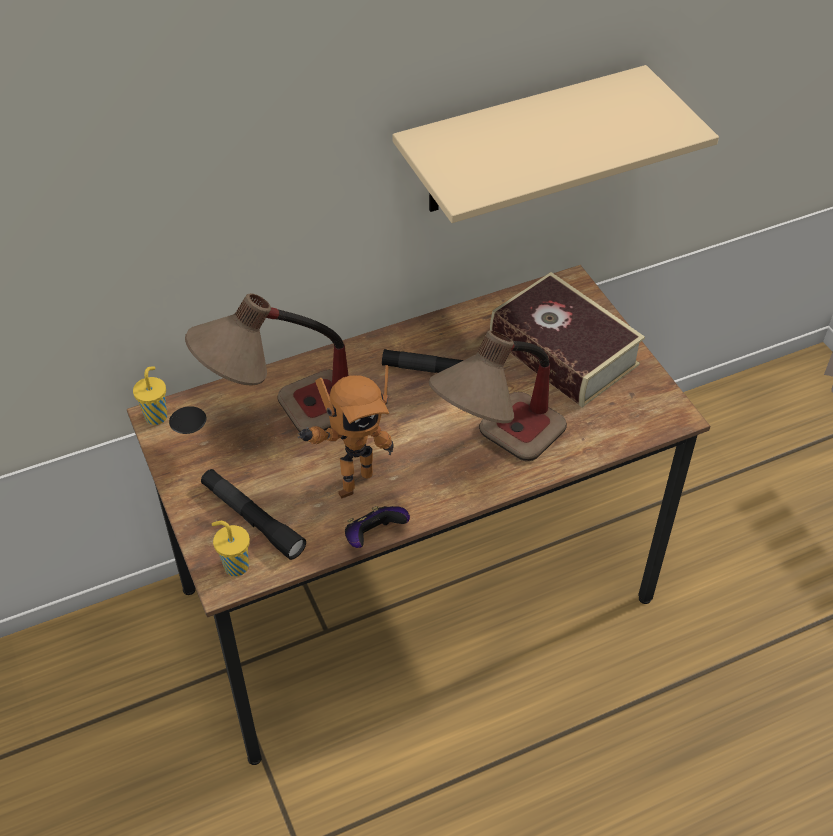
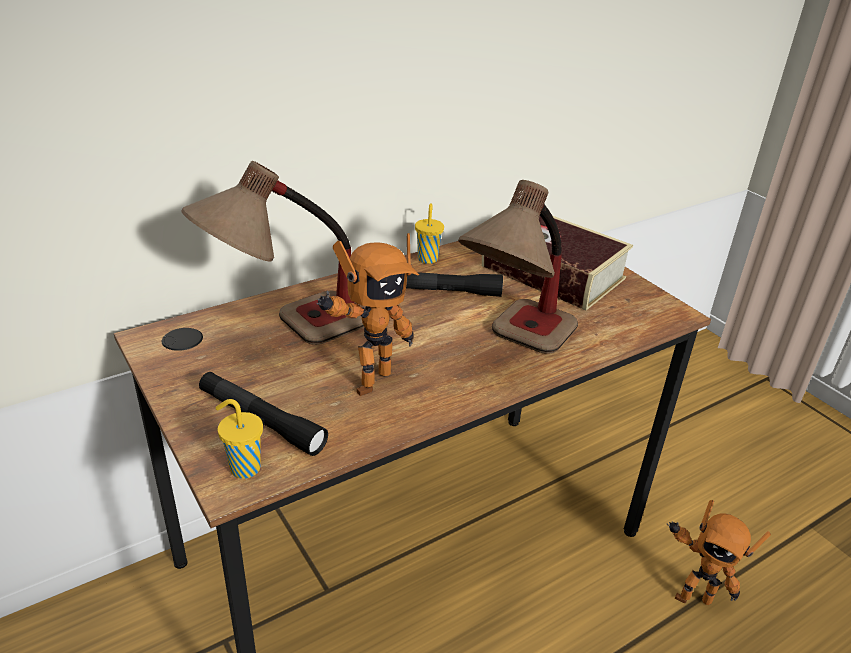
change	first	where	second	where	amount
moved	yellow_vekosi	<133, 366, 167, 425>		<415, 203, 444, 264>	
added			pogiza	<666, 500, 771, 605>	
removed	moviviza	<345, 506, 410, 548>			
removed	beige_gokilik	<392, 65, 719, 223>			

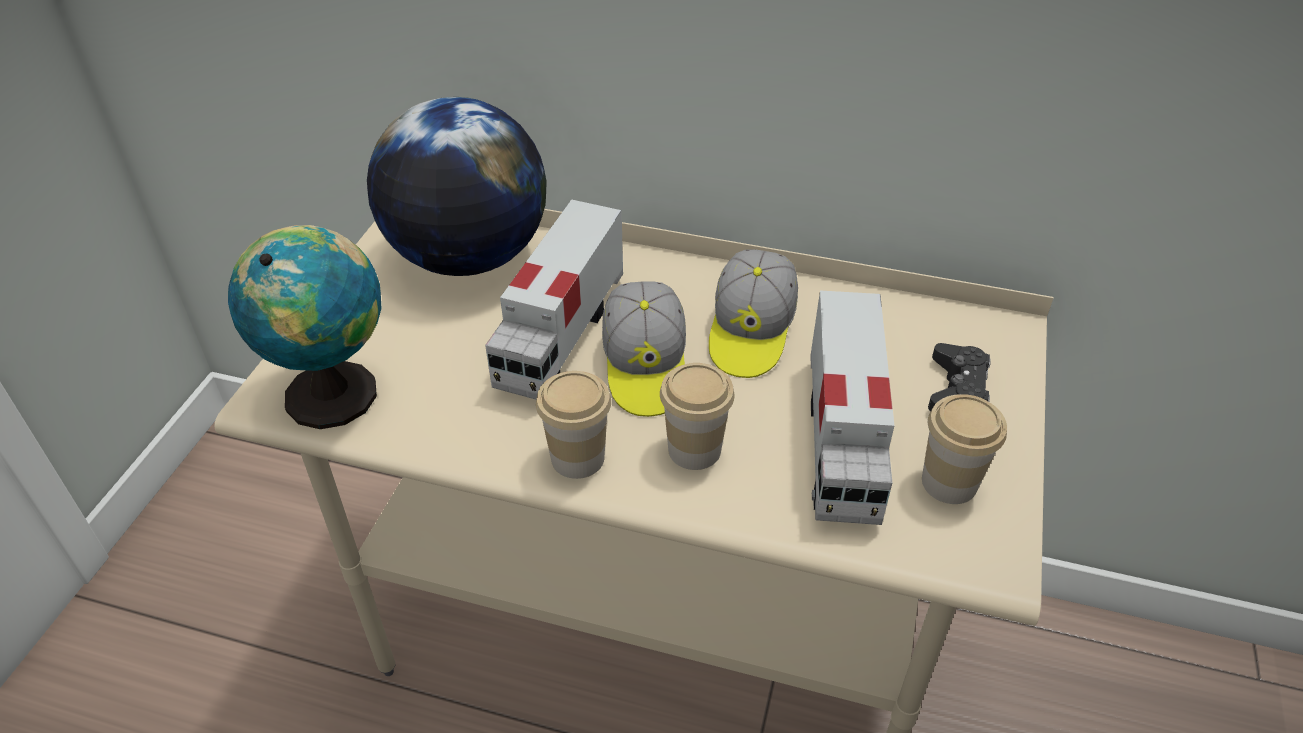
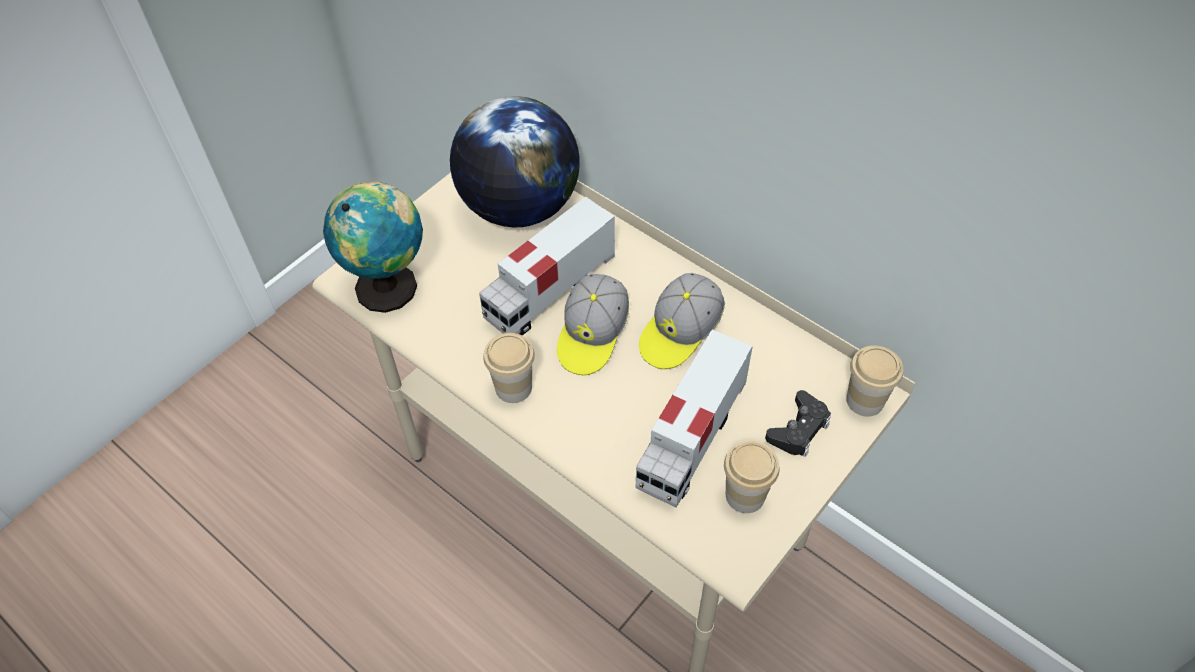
change	first	where	second	where	amount
moved	vekosi	<660, 363, 734, 470>		<846, 345, 903, 417>	

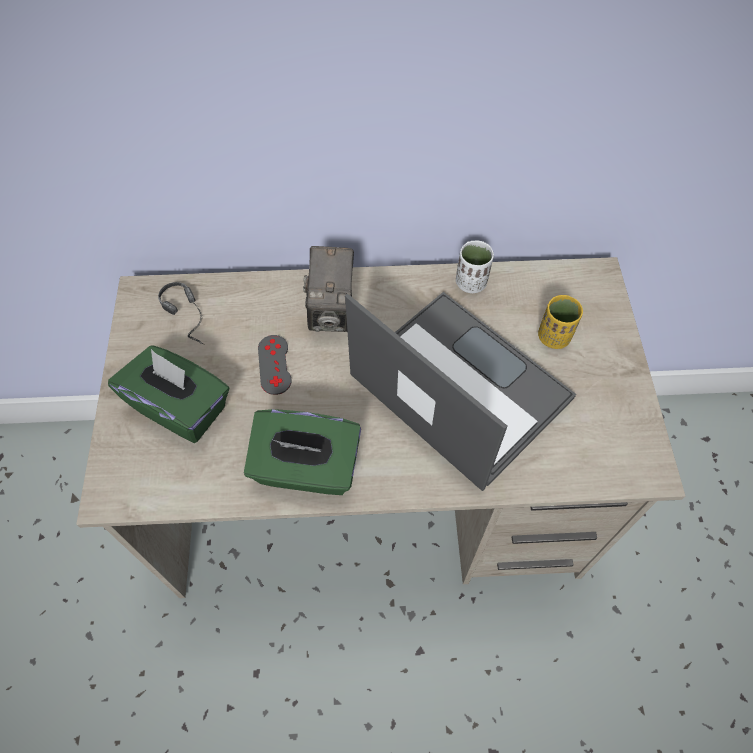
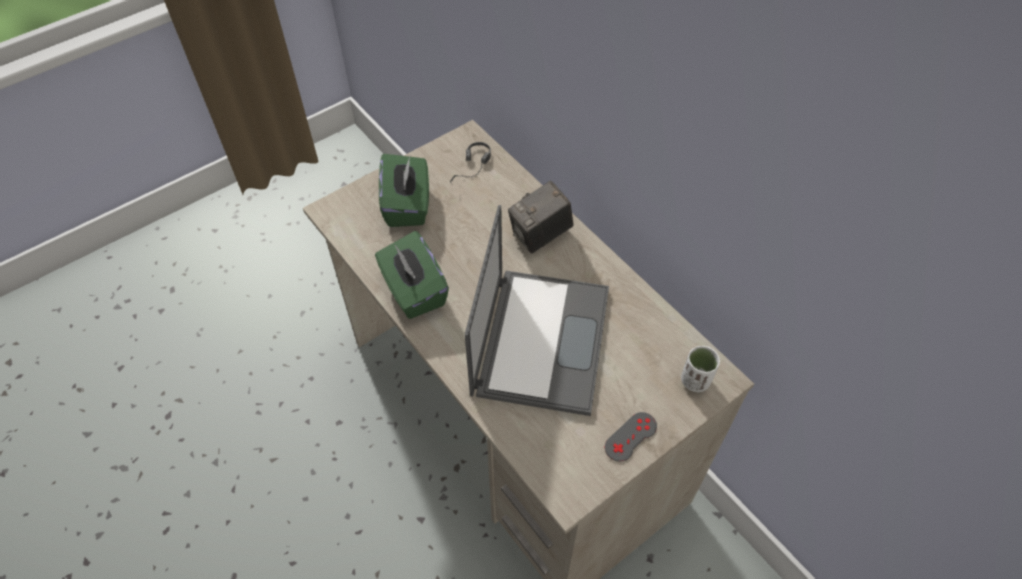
change	first	where	second	where	amount
moved	grey_moviviza	<258, 335, 292, 395>		<605, 412, 657, 462>	
moved	white_vekosi	<456, 240, 494, 293>		<681, 346, 720, 392>	
removed	yellow_vekosi	<538, 295, 583, 349>			

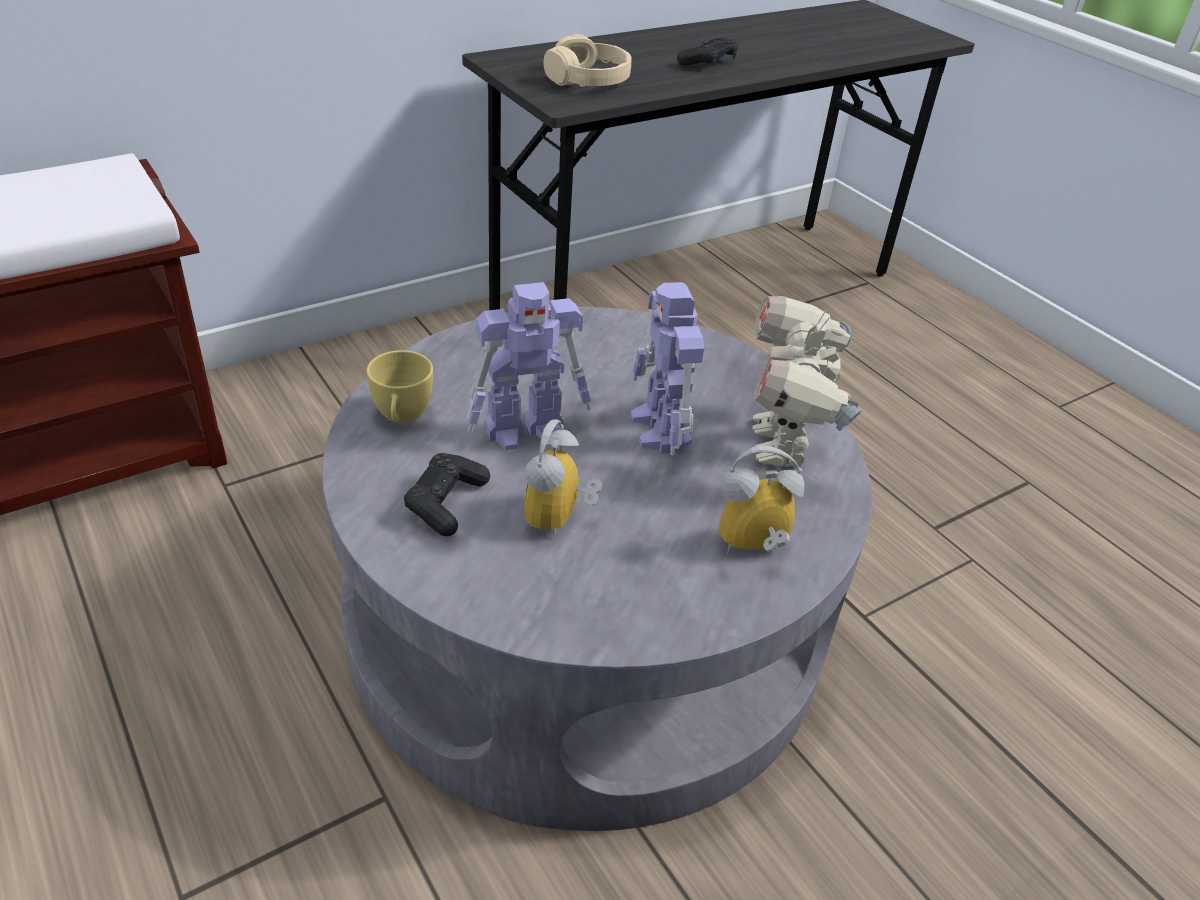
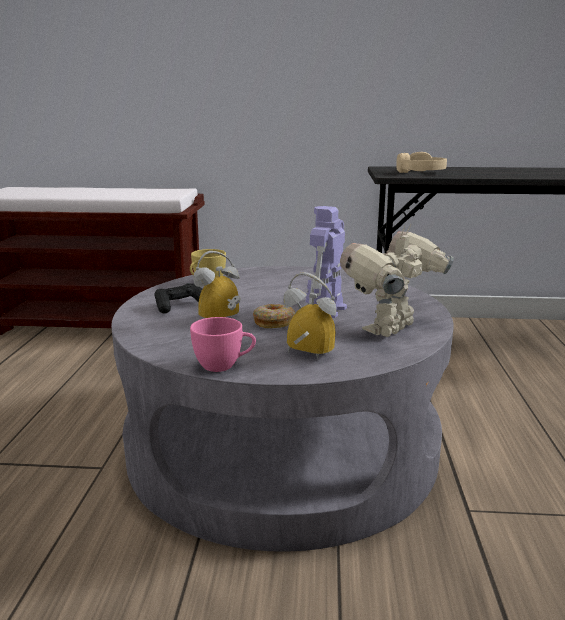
change	first	where	second	where	amount
added			pink_vekosi	<190, 317, 256, 372>	
added			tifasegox	<253, 304, 295, 328>	
removed	pogiza	<467, 282, 591, 450>			
removed	black_moviviza	<677, 37, 738, 66>			

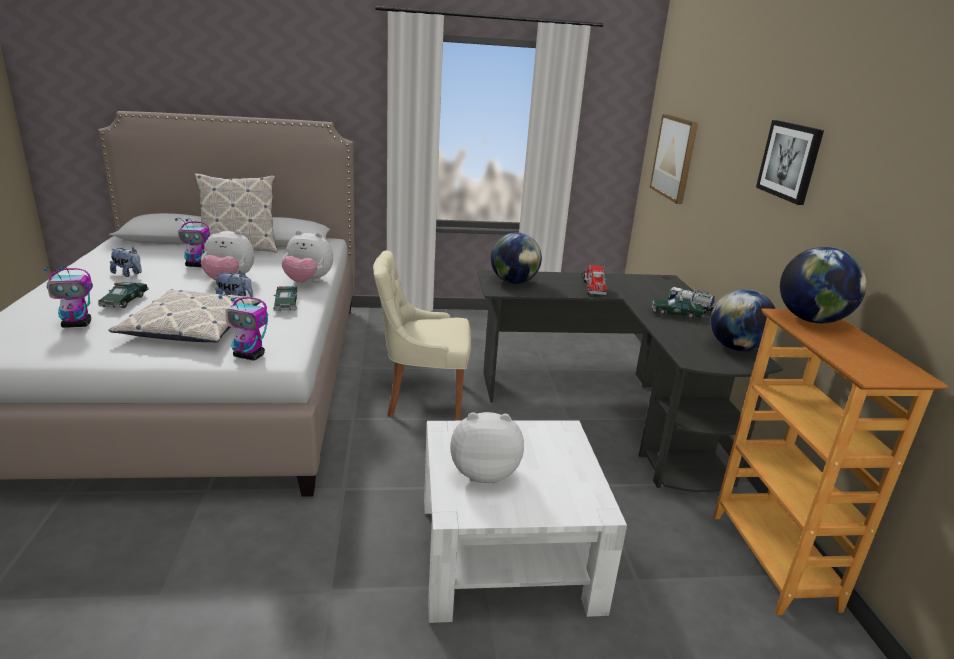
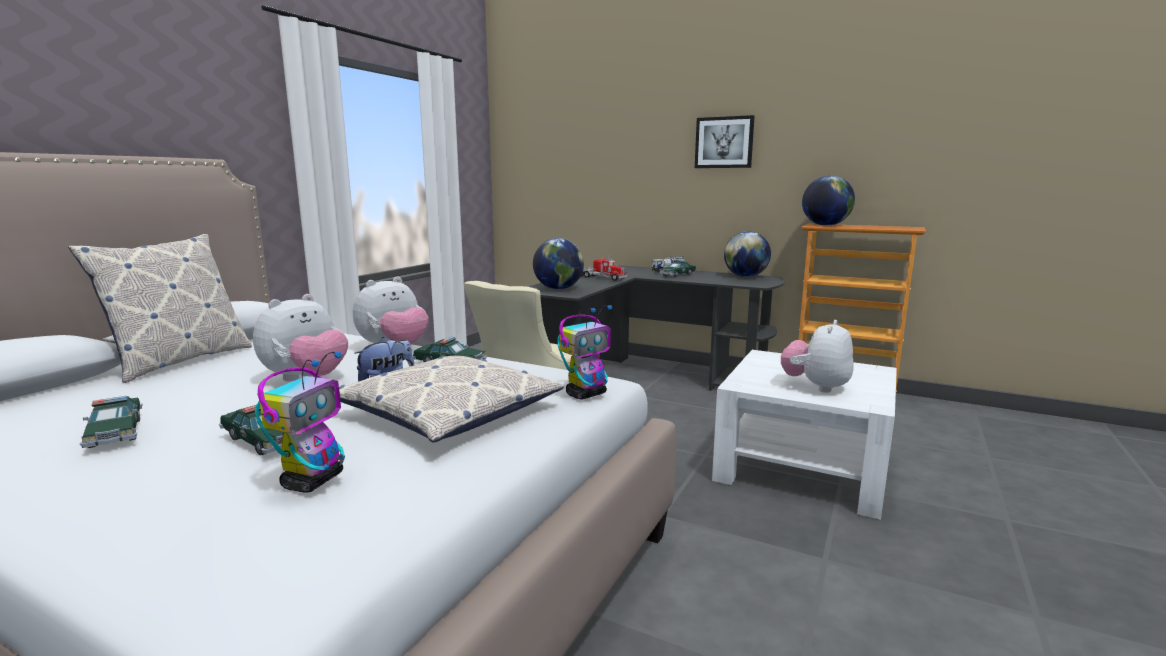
change	first	where	second	where	amount
replaced	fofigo	<110, 247, 142, 277>	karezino	<80, 396, 143, 448>	
removed	pogiza	<175, 218, 210, 267>			
removed	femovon	<650, 114, 698, 204>			

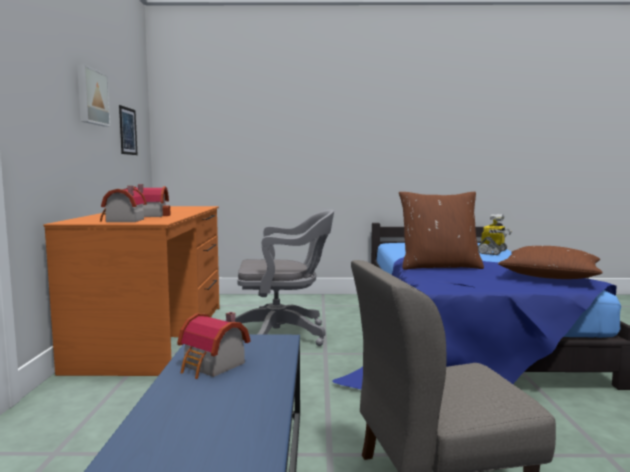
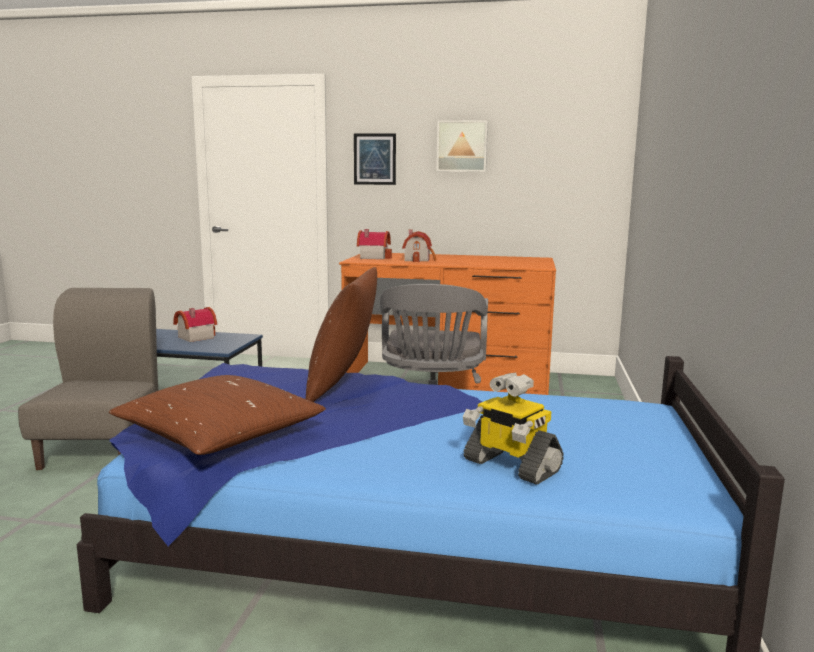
change	first	where	second	where	amount
moved	femovon	<119, 105, 137, 155>		<354, 133, 396, 185>	

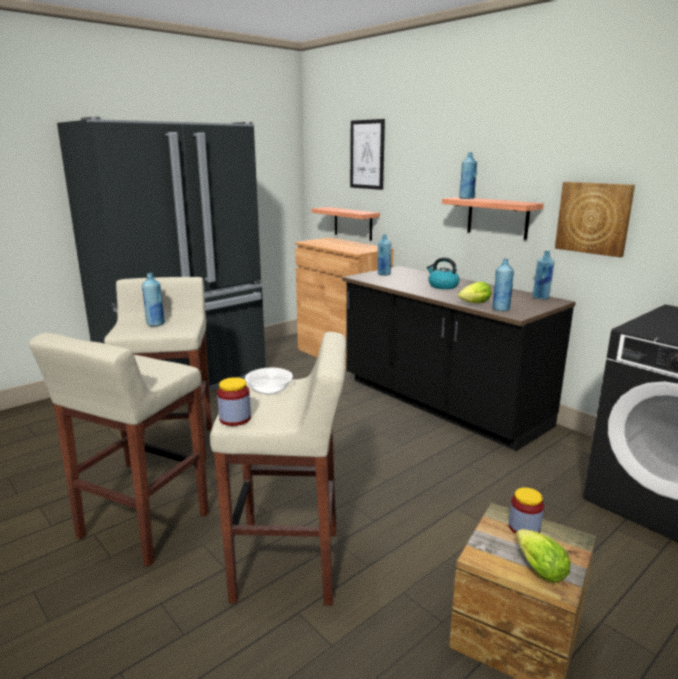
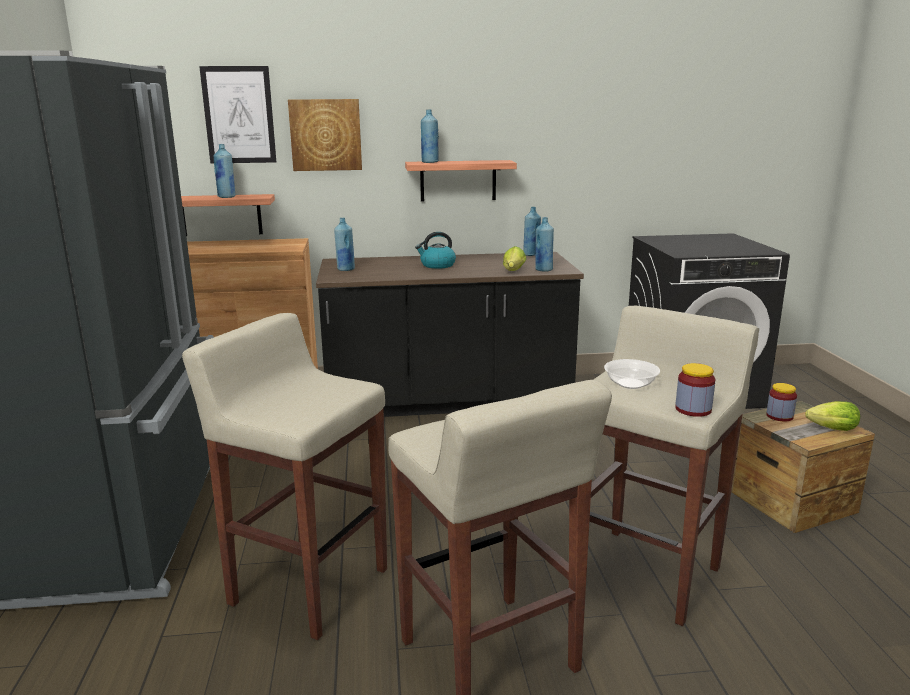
change	first	where	second	where	amount
moved	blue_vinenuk	<142, 273, 165, 327>		<214, 144, 235, 198>	
moved	femovon	<555, 182, 635, 258>		<288, 99, 362, 171>	

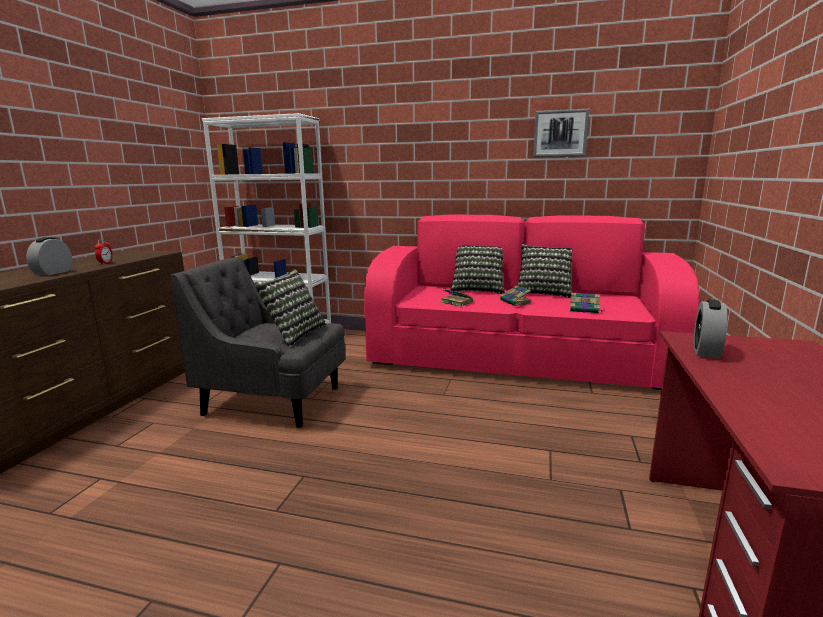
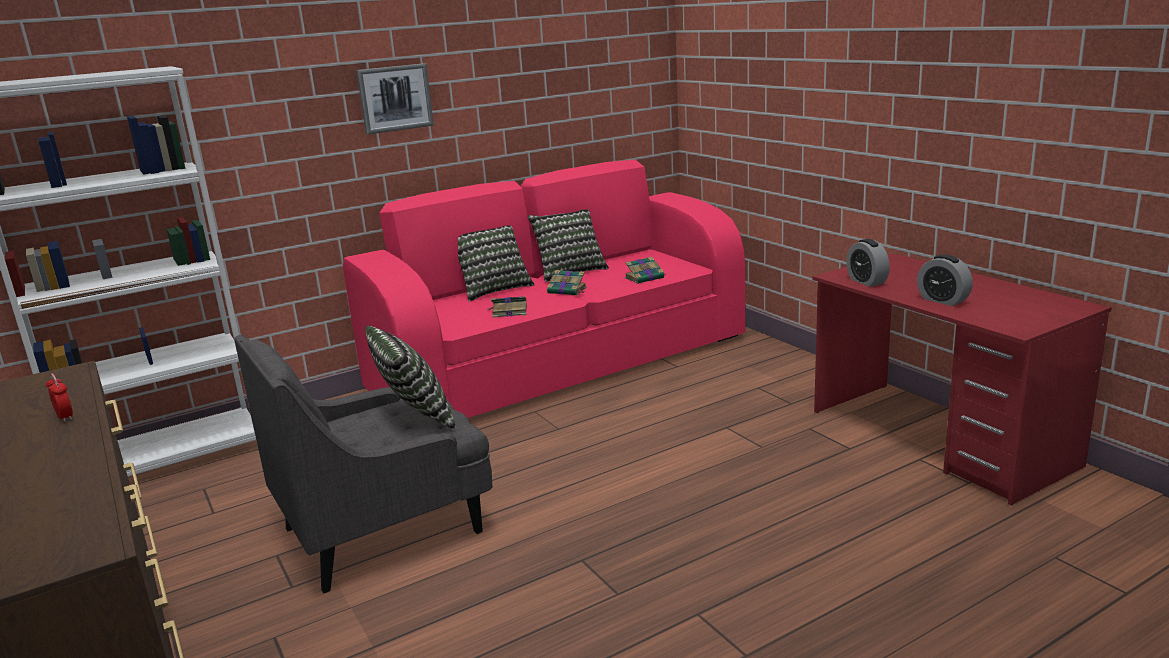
change	first	where	second	where	amount
moved	femovon	<533, 109, 589, 157>		<356, 63, 434, 135>	
moved	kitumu	<26, 237, 72, 276>		<917, 254, 973, 306>	

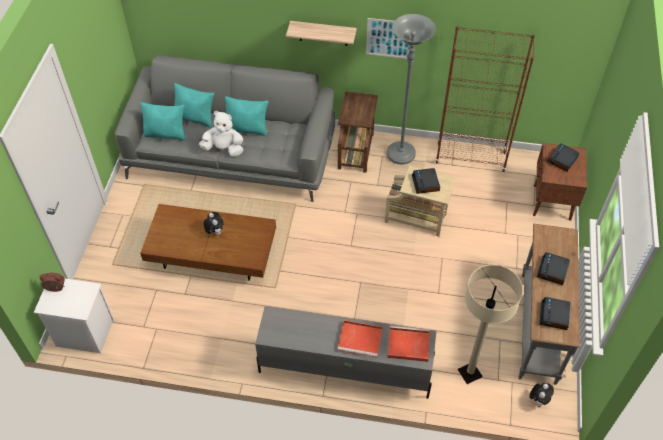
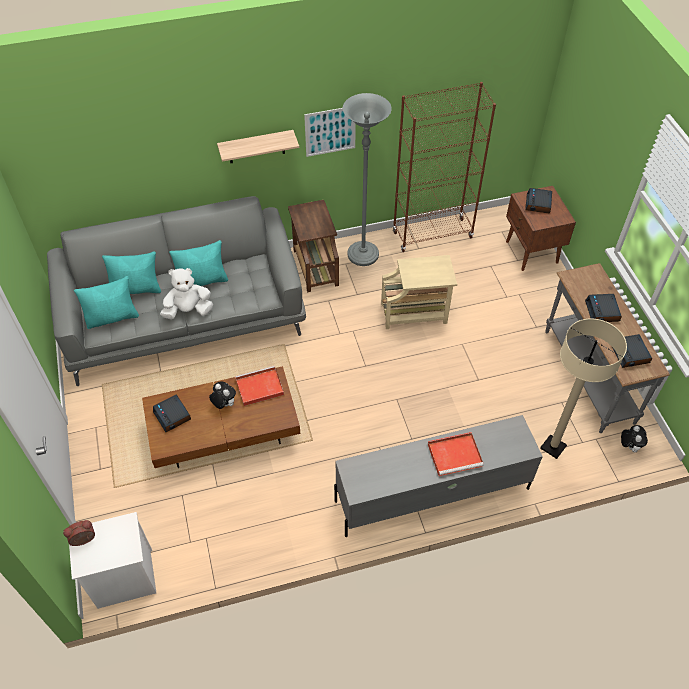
change	first	where	second	where	amount
moved	kitumu	<412, 168, 440, 194>		<153, 395, 191, 432>	
moved	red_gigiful	<387, 326, 430, 362>		<235, 366, 284, 406>	

